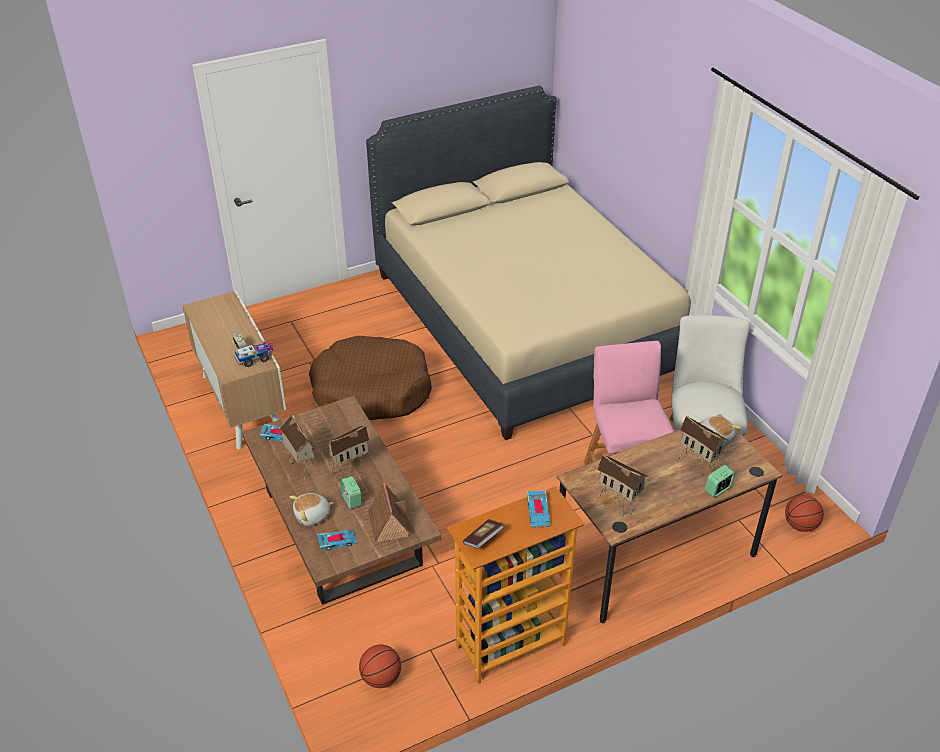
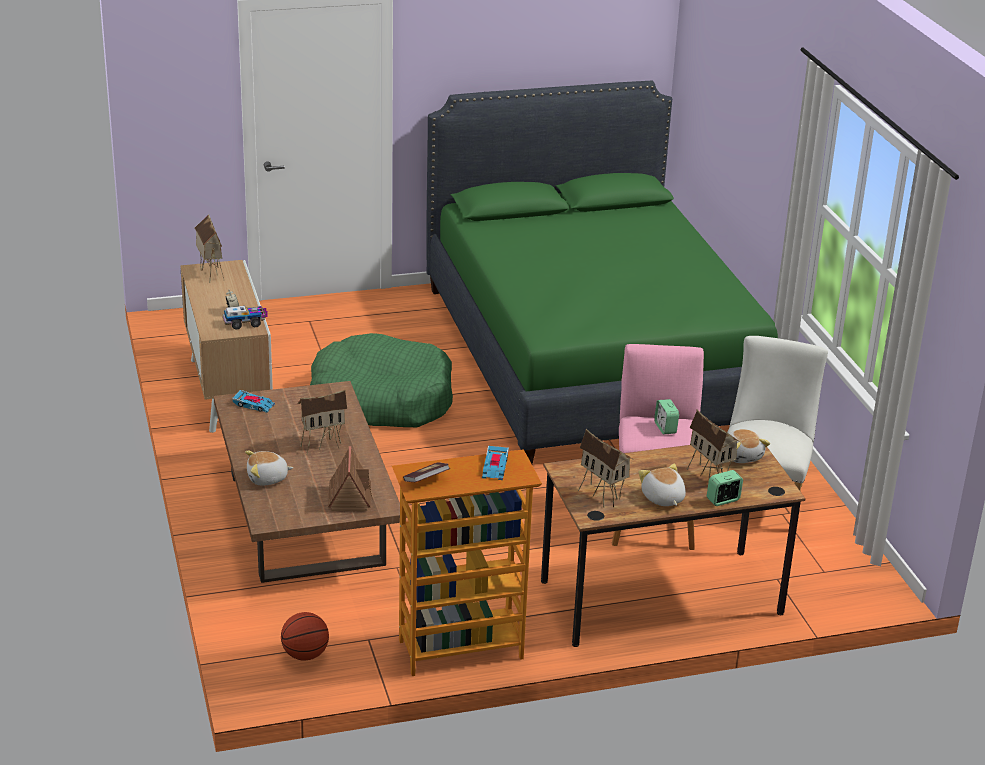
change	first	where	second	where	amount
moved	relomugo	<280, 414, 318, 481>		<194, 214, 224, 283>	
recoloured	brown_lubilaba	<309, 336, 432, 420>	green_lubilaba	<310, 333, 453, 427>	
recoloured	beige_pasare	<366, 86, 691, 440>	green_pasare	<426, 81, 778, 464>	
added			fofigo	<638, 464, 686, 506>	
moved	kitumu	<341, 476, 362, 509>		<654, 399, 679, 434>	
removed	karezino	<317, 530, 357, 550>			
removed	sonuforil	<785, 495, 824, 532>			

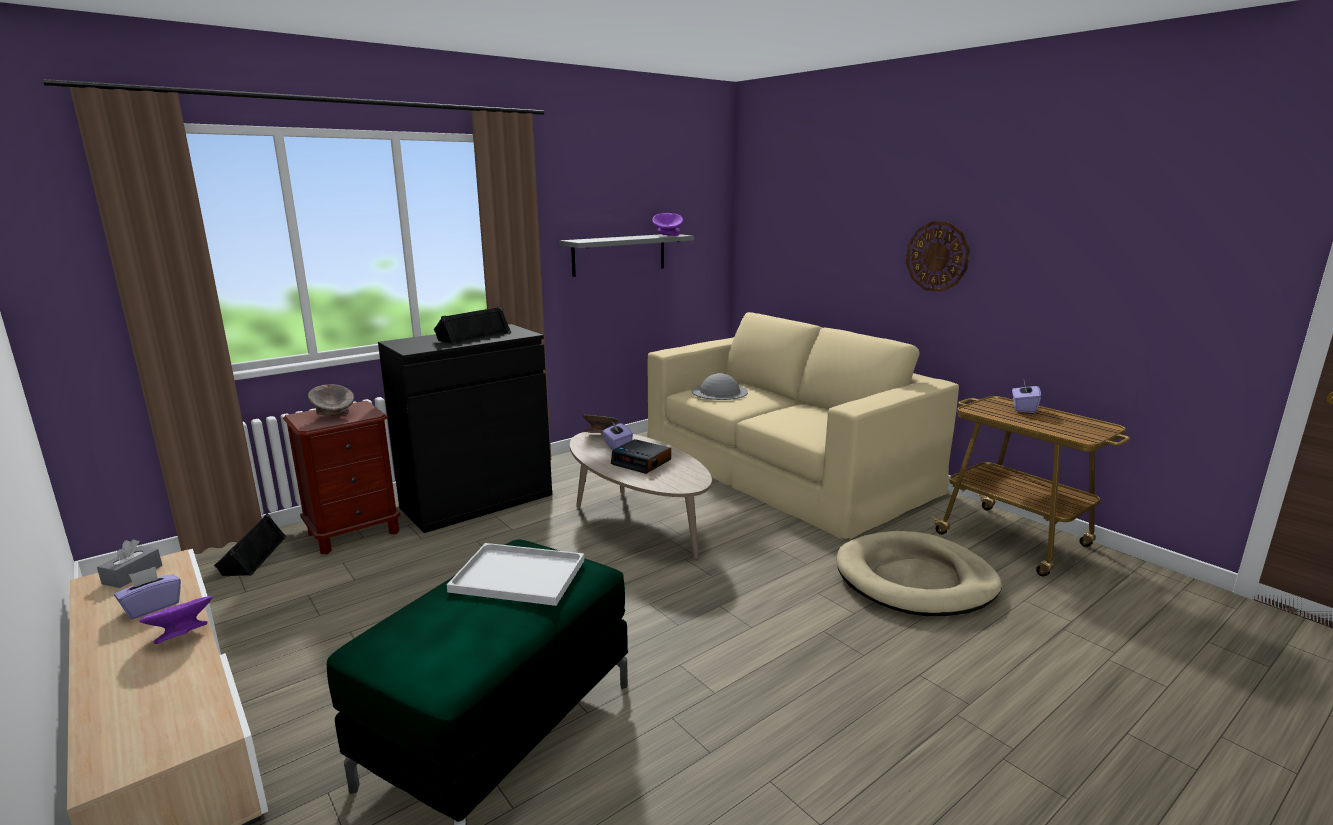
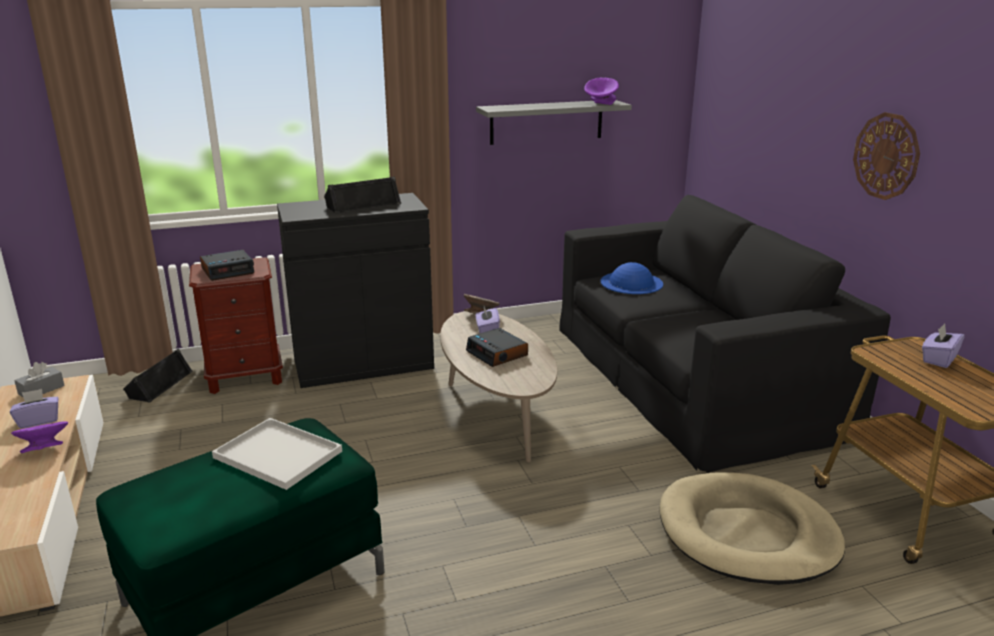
change	first	where	second	where	amount
replaced	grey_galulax	<308, 384, 354, 417>	kitumu	<200, 250, 254, 281>	
recoloured	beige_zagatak	<647, 312, 959, 539>	black_zagatak	<559, 195, 891, 473>	
recoloured	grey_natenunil	<692, 373, 748, 400>	blue_natenunil	<600, 262, 663, 294>	

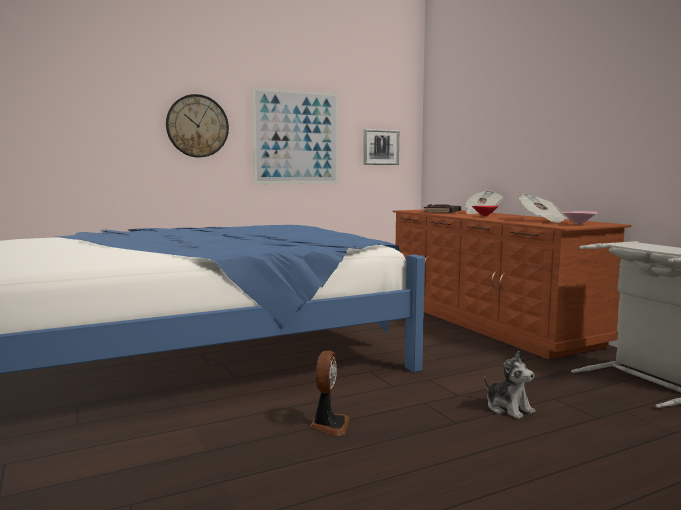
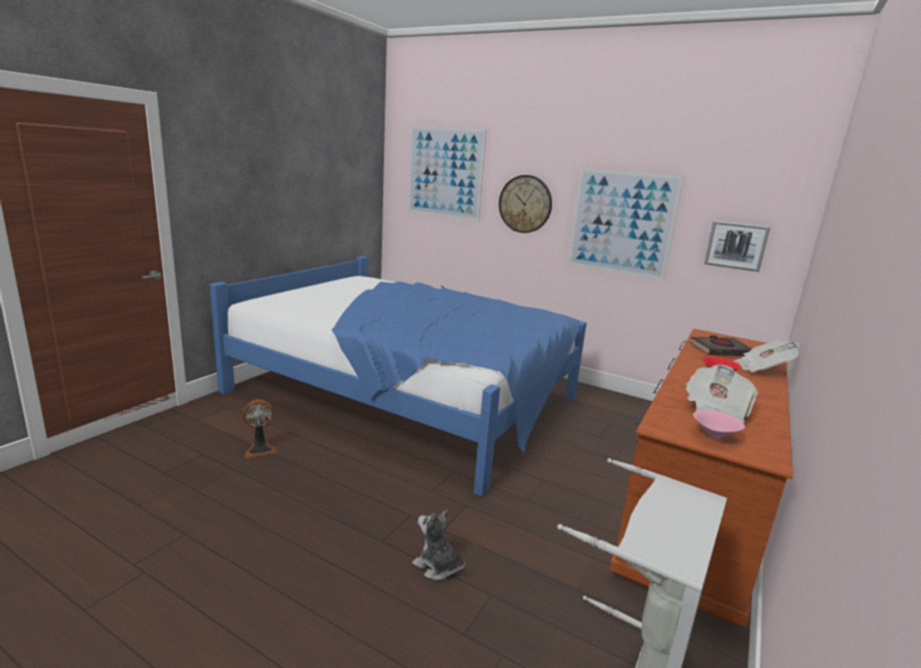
change	first	where	second	where	amount
moved	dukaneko	<310, 350, 350, 436>		<243, 399, 277, 458>	
added			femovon	<408, 126, 486, 221>	
turned	fofigo	<484, 351, 535, 419>		<412, 509, 466, 580>	105 degrees clockwise

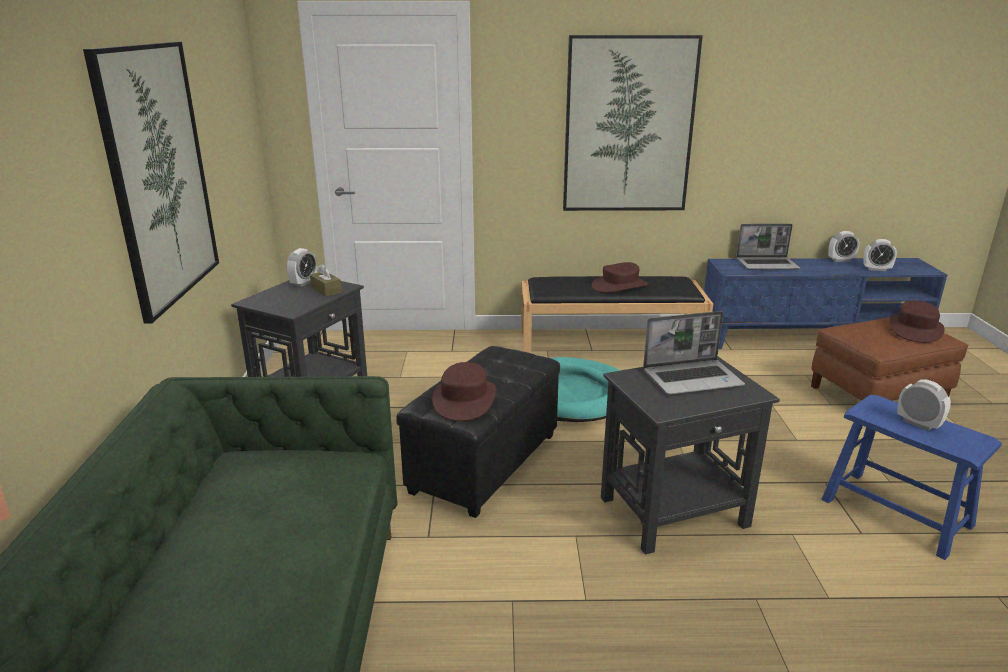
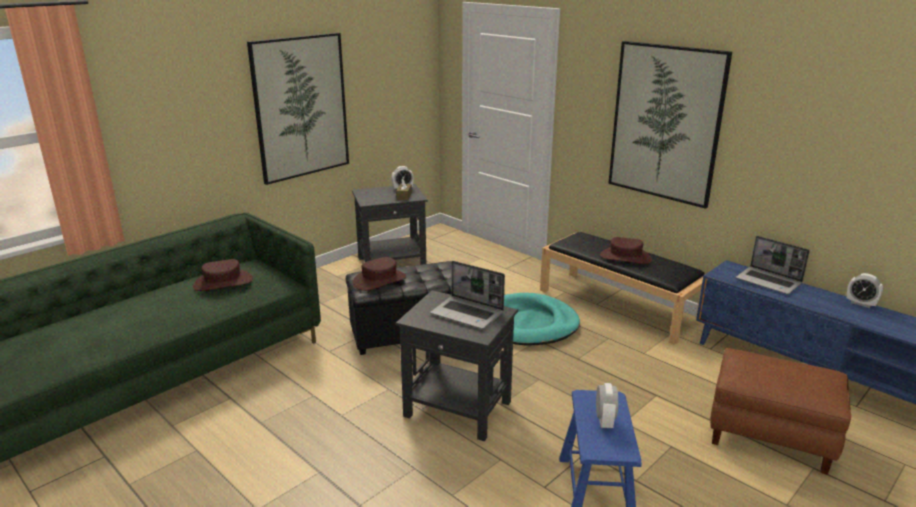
change	first	where	second	where	amount
moved	brown_natenunil	<890, 300, 945, 343>		<193, 259, 253, 291>	
removed	kitumu	<863, 239, 897, 271>			

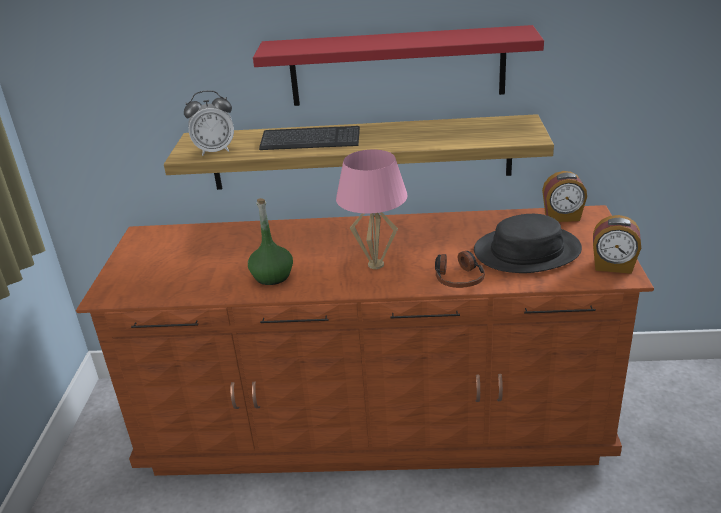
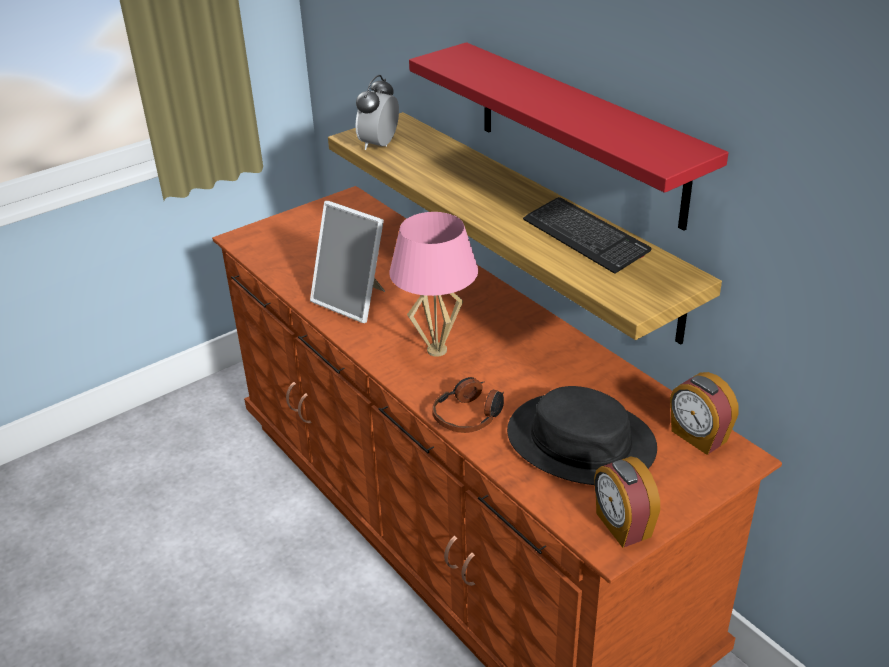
change	first	where	second	where	amount
replaced	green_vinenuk	<248, 198, 293, 285>	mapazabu	<310, 201, 385, 323>	
turned	kitumu	<184, 90, 234, 156>		<356, 75, 399, 150>	75 degrees clockwise
moved	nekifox	<259, 126, 360, 150>		<523, 197, 652, 274>	

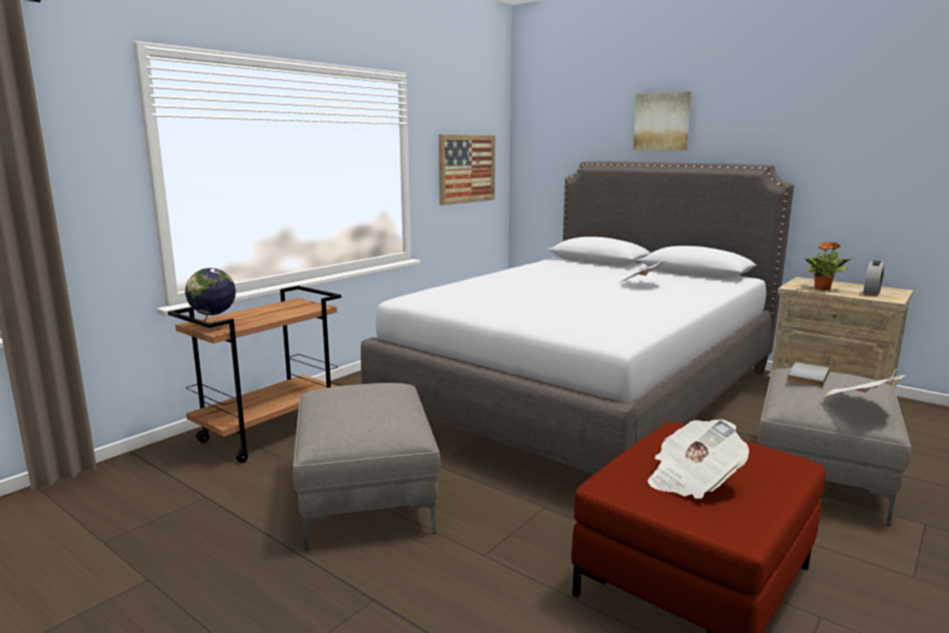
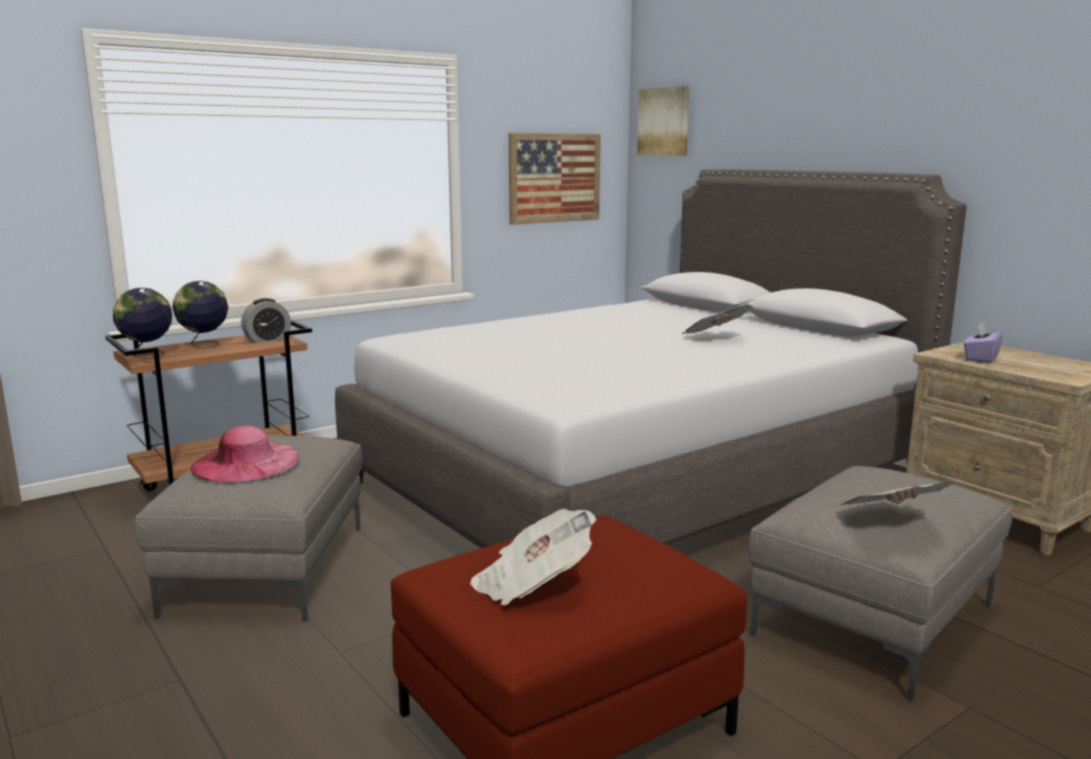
change	first	where	second	where	amount
added			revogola	<173, 281, 228, 349>	
added			pink_natenunil	<190, 426, 300, 482>	
moved	kitumu	<864, 260, 885, 296>		<241, 298, 291, 343>	
moved	femovon	<633, 91, 691, 150>		<637, 85, 690, 156>	
replaced	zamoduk	<804, 242, 852, 290>	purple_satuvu	<964, 323, 1003, 363>	
removed	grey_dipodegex	<787, 362, 830, 387>			

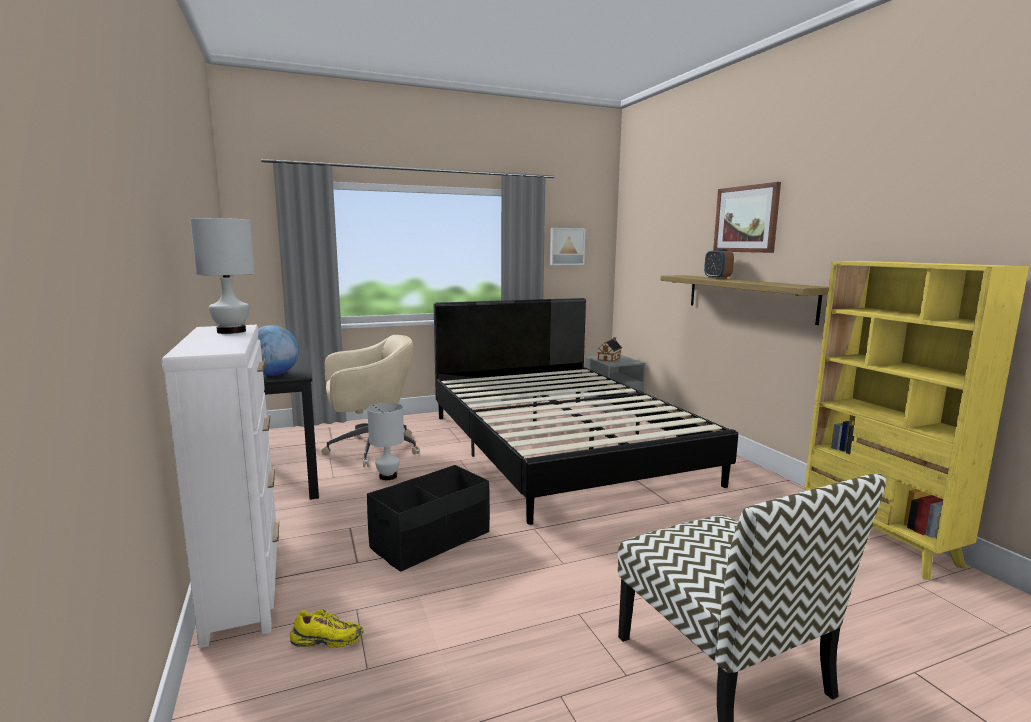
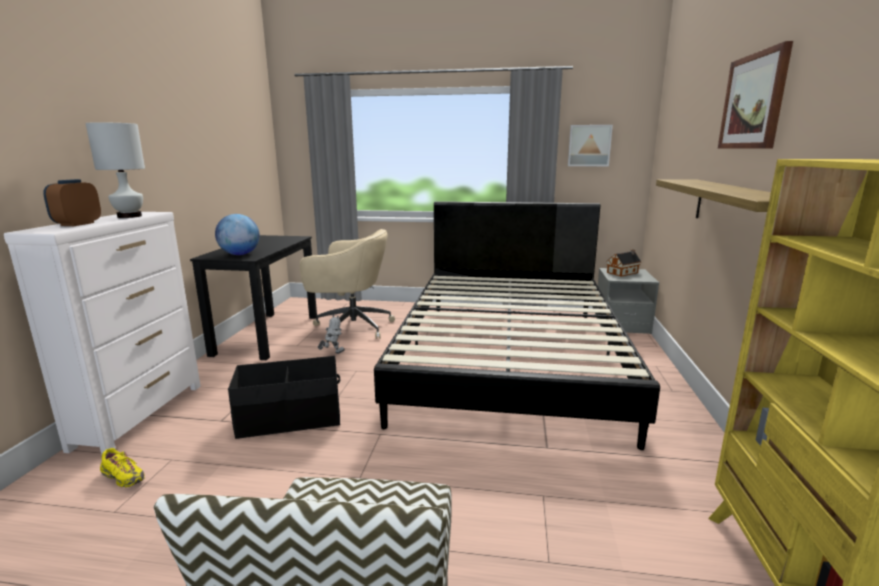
change	first	where	second	where	amount
moved	kitumu	<704, 249, 734, 279>		<43, 179, 101, 226>	
replaced	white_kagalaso	<367, 403, 404, 480>	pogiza	<317, 315, 345, 354>	

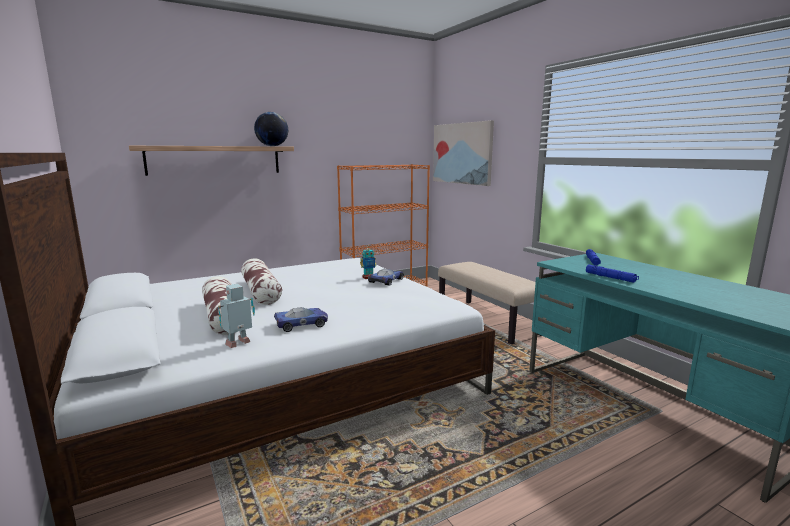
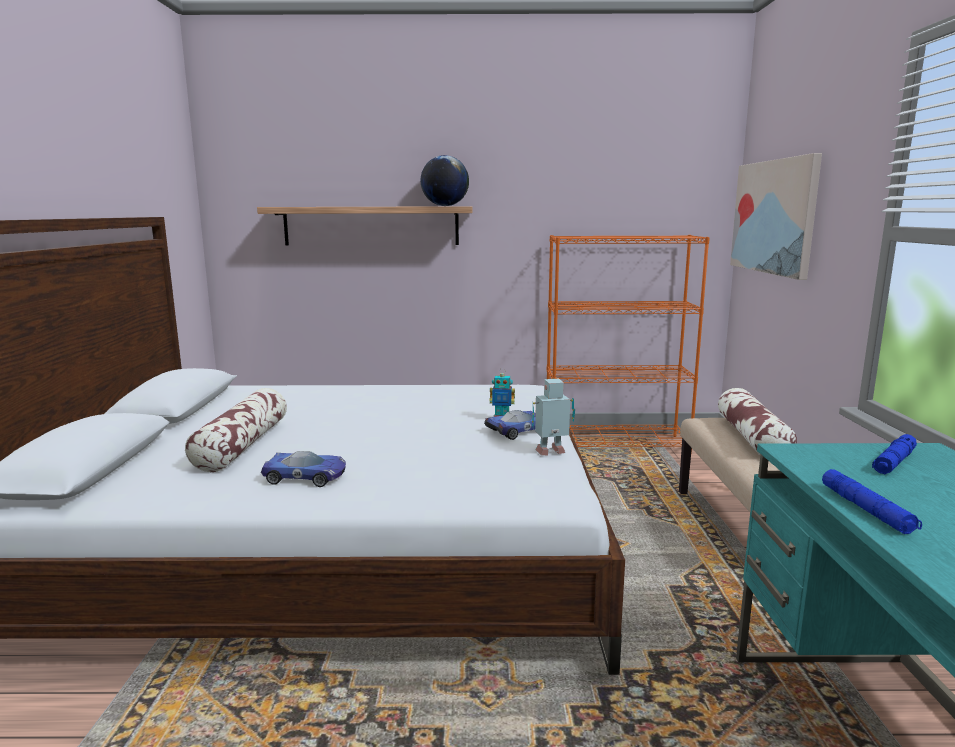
change	first	where	second	where	amount
moved	pogiza	<218, 284, 255, 348>		<532, 379, 575, 455>	
moved	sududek	<241, 258, 282, 305>		<718, 388, 797, 455>	

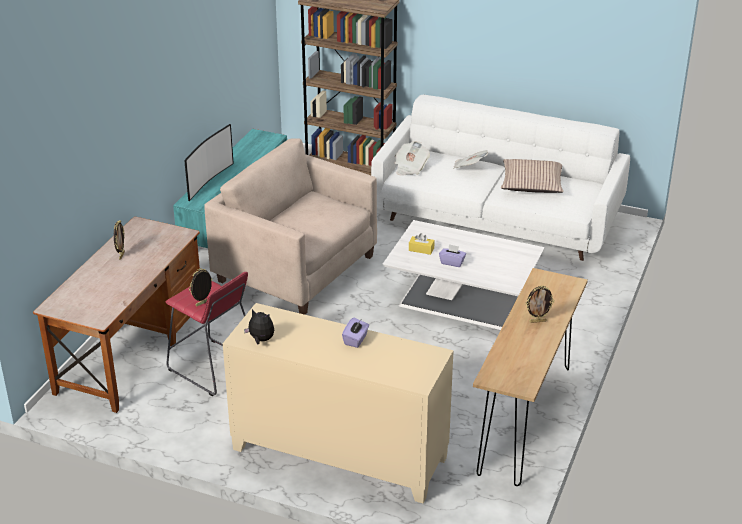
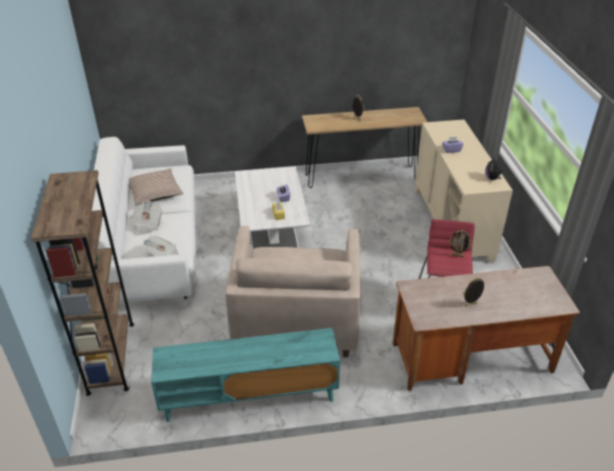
change	first	where	second	where	amount
removed	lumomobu	<184, 124, 234, 201>			

